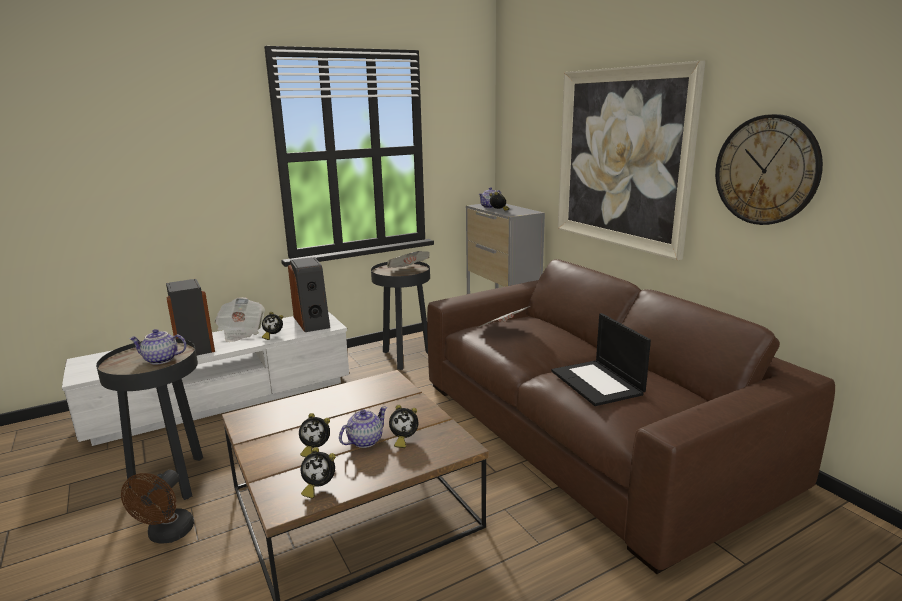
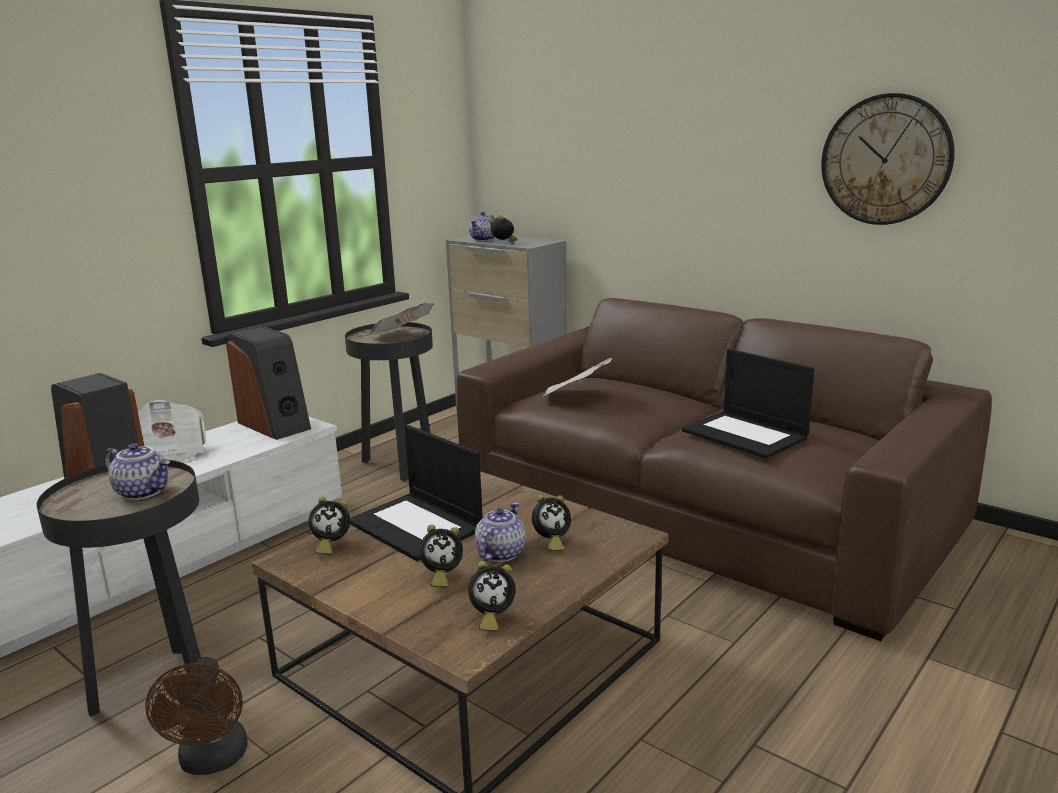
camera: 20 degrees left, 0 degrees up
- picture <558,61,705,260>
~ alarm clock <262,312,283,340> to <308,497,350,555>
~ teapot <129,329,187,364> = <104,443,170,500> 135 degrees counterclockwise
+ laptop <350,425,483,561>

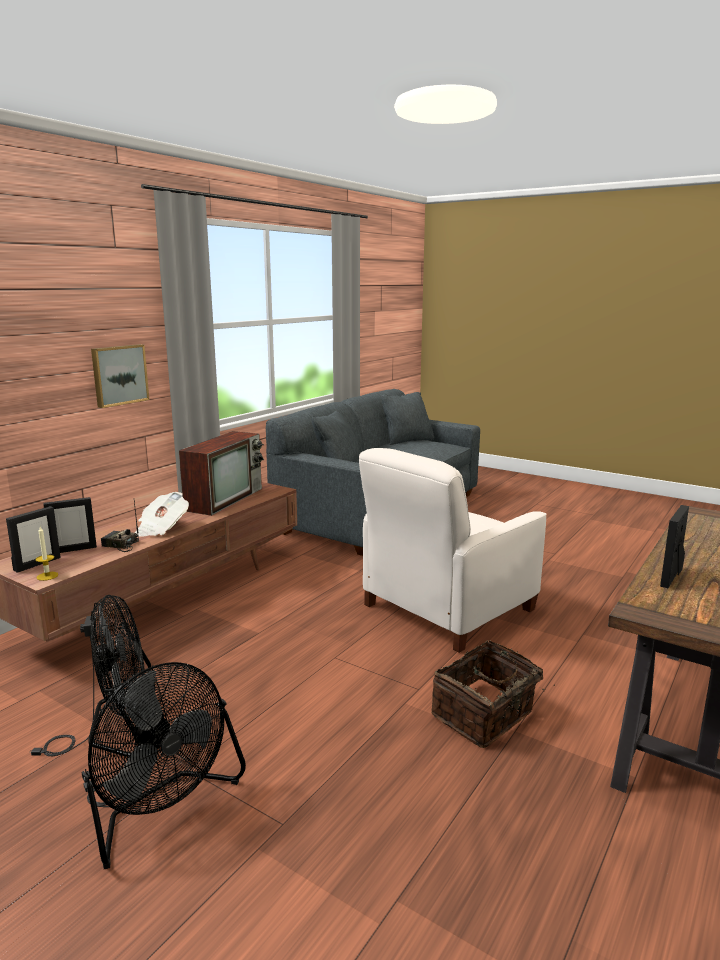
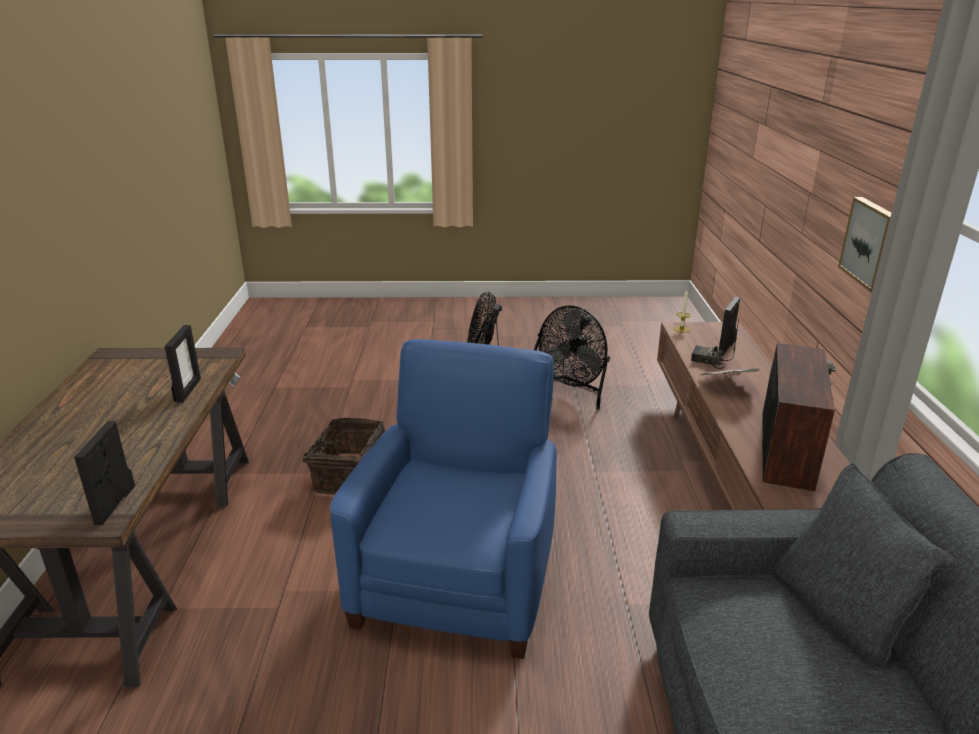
camera: 145 degrees right, 10 degrees up
~ television <179,431,264,516> = <762,343,836,491> 150 degrees counterclockwise
~ armchair (white) <359,448,547,653> to armchair (blue) <330,339,557,659>
~ radio <101,501,139,552> = <691,319,739,369> 135 degrees counterclockwise
~ picture frame <6,506,61,573> to <74,421,135,525>

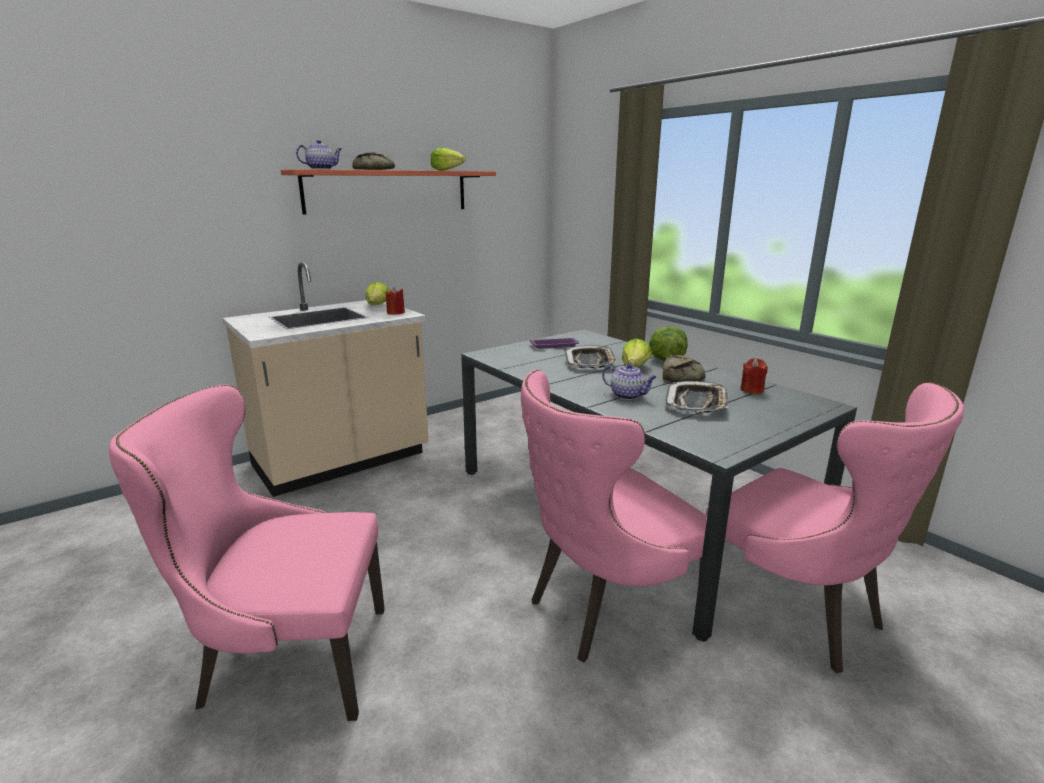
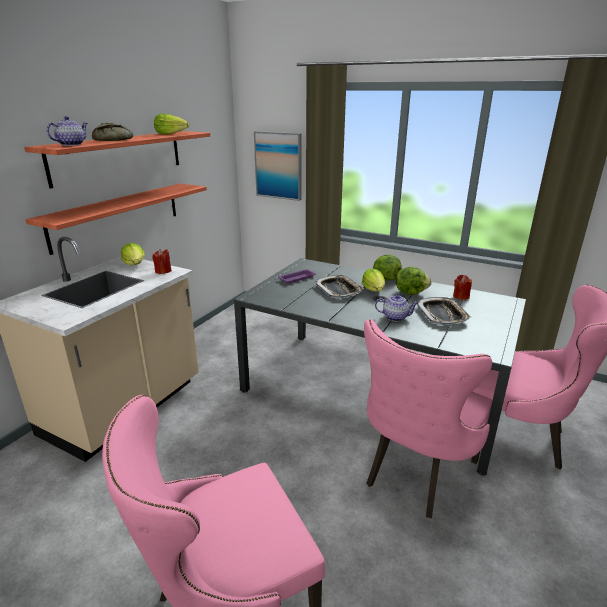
camera: 25 degrees left, 5 degrees up
~ bread <663,355,706,382> to lettuce <396,267,432,295>
+ picture <254,131,301,201>
+ shelf <25,184,207,255>

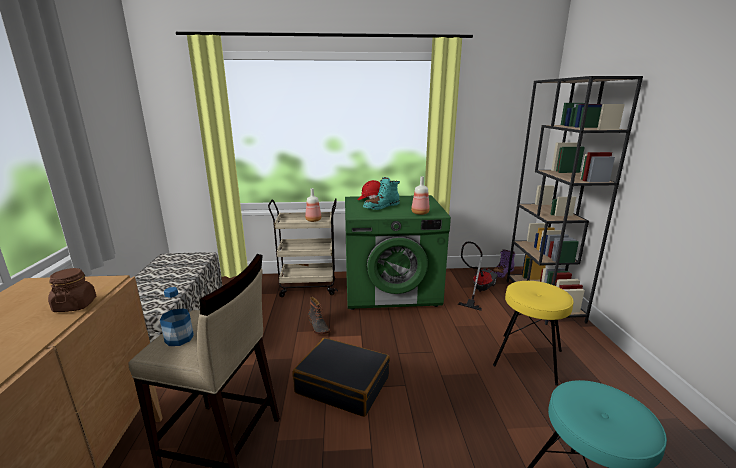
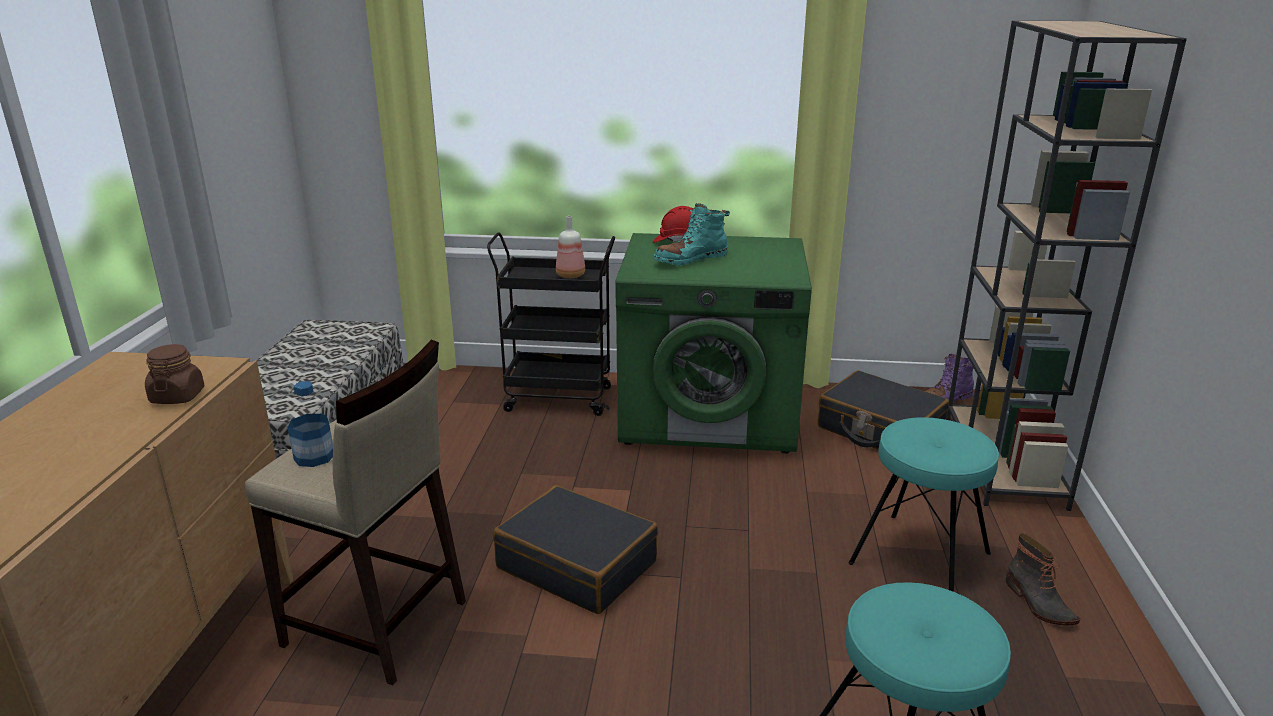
camera: 10 degrees right, 5 degrees up
- bottle <411,176,430,215>
~ cart (beige) <268,198,338,297> to cart (black) <487,232,615,416>
~ vacuum cleaner <458,241,498,311> to suitcase (black) <818,370,949,449>
~ stool (yellow) <493,281,574,386> to stool (turquoise) <849,417,999,592>
~ boot <308,297,330,334> to <1005,533,1080,626>

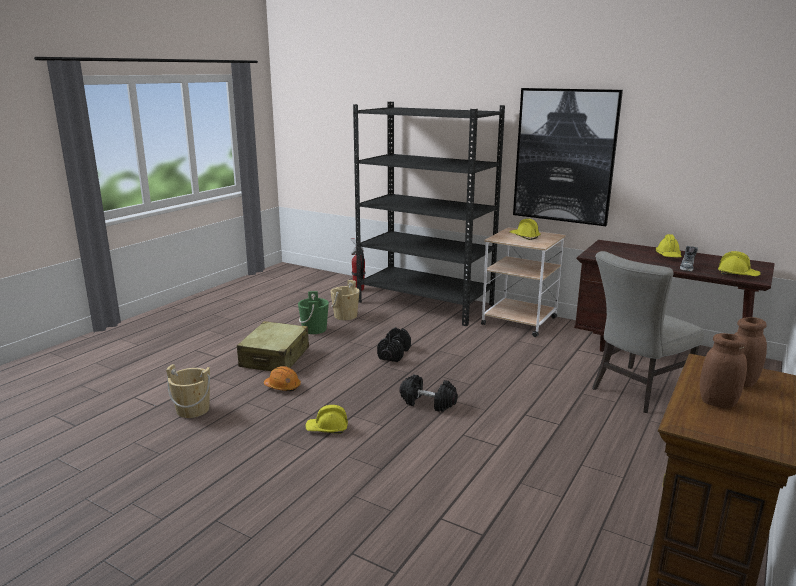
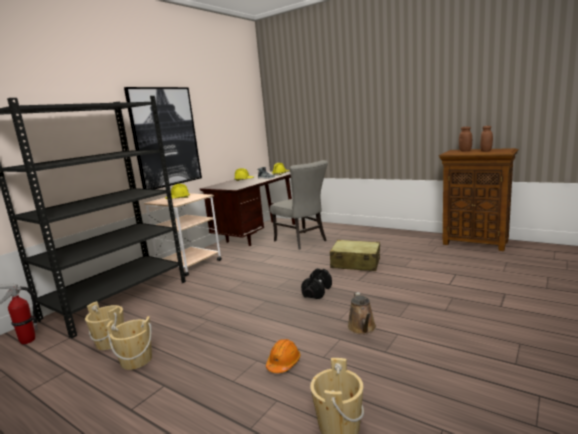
camera: 85 degrees left, 5 degrees down
~ bucket (green) <298,291,329,334> to bucket (beige) <106,316,152,370>
~ suitcase (beige) <237,321,309,371> to <330,240,380,271>
- dumbbell (black) <377,327,411,362>
~ hard hat (yellow) <305,405,348,434> to watering can (brown) <348,292,376,335>

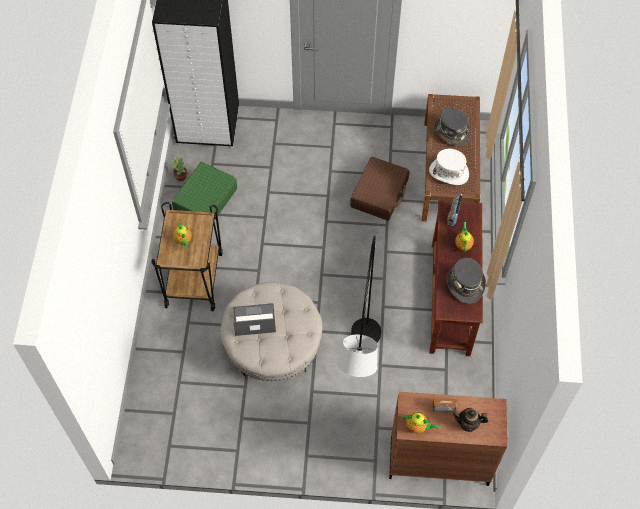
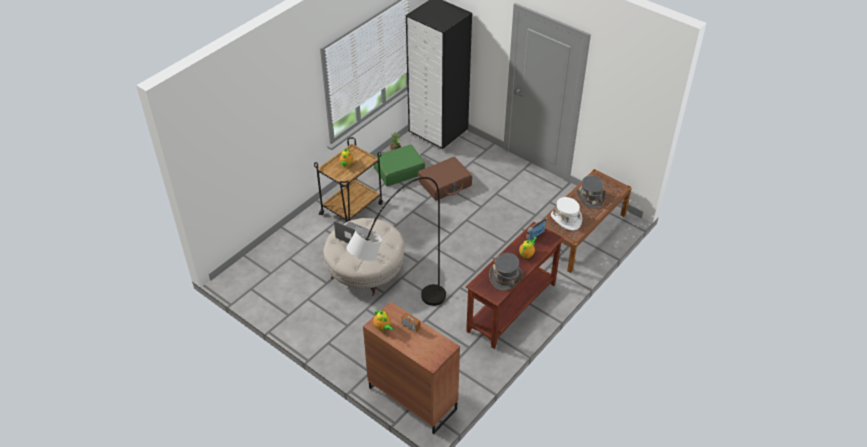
camera: 35 degrees right, 15 degrees down
~ suitcase (brown) <350,157,409,221> to <418,157,472,201>
- teapot <453,408,488,432>

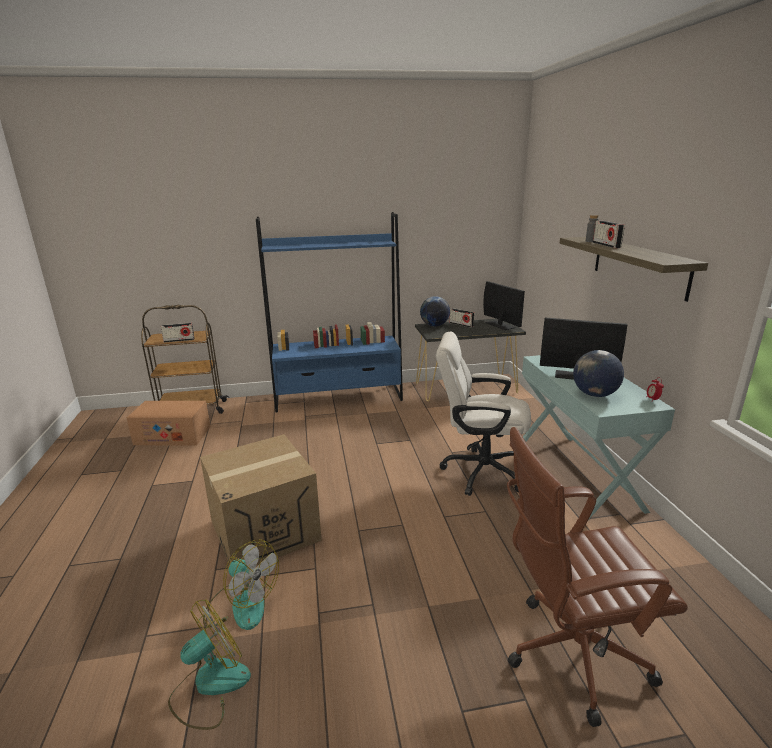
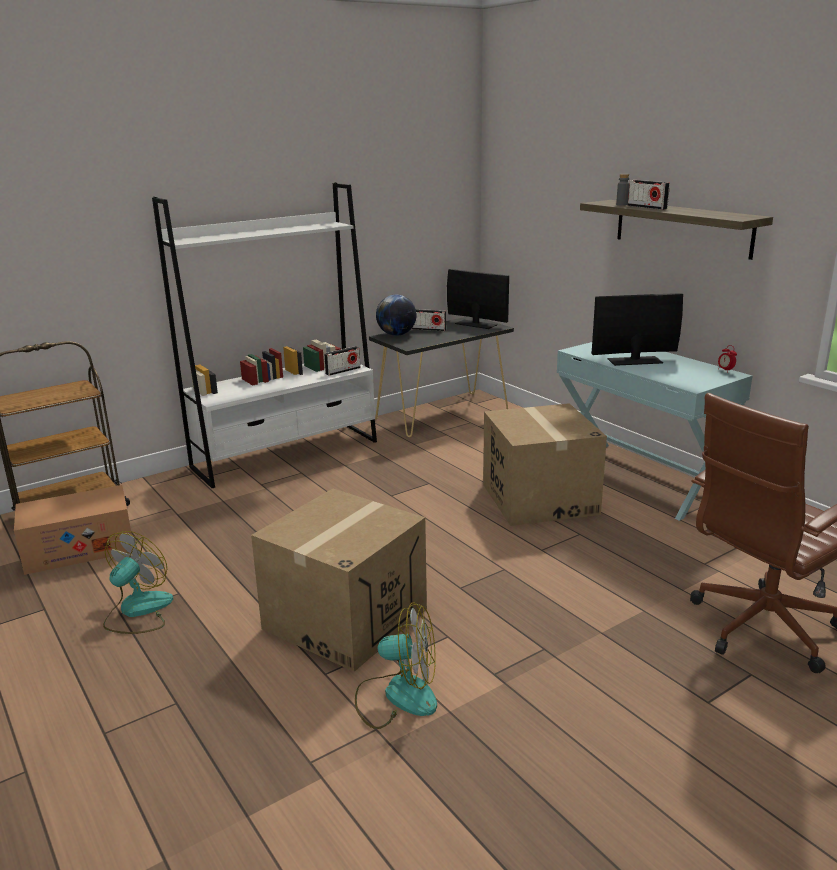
camera: 25 degrees left, 0 degrees up
~ bookcase (blue) <256,212,403,413> to bookcase (white) <152,182,377,488>
~ radio <161,323,195,343> to <324,346,360,376>
~ office chair (white) <436,332,531,496> to cardboard box <483,403,607,526>
- globe <573,350,624,397>
~ fan <168,599,251,730> to <103,531,174,634>

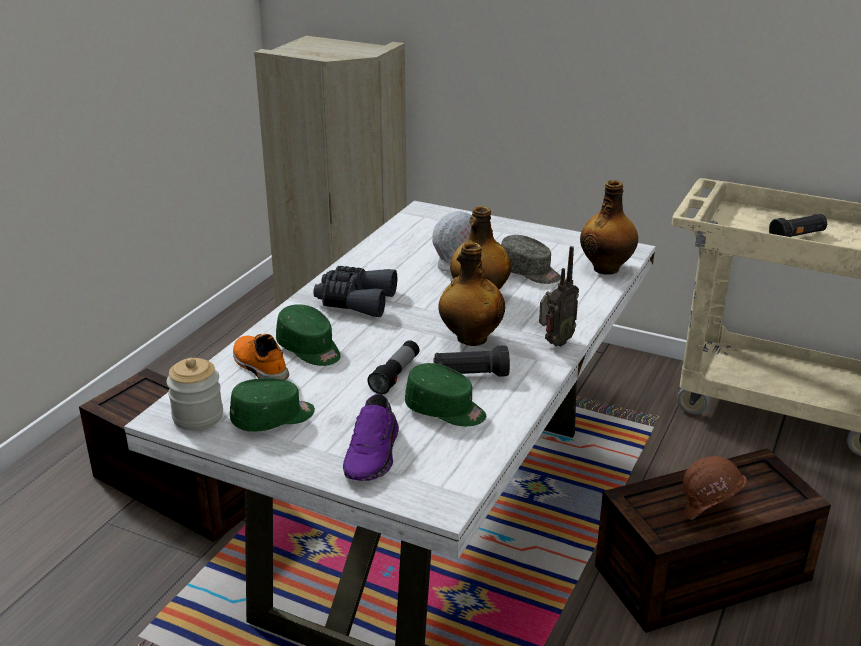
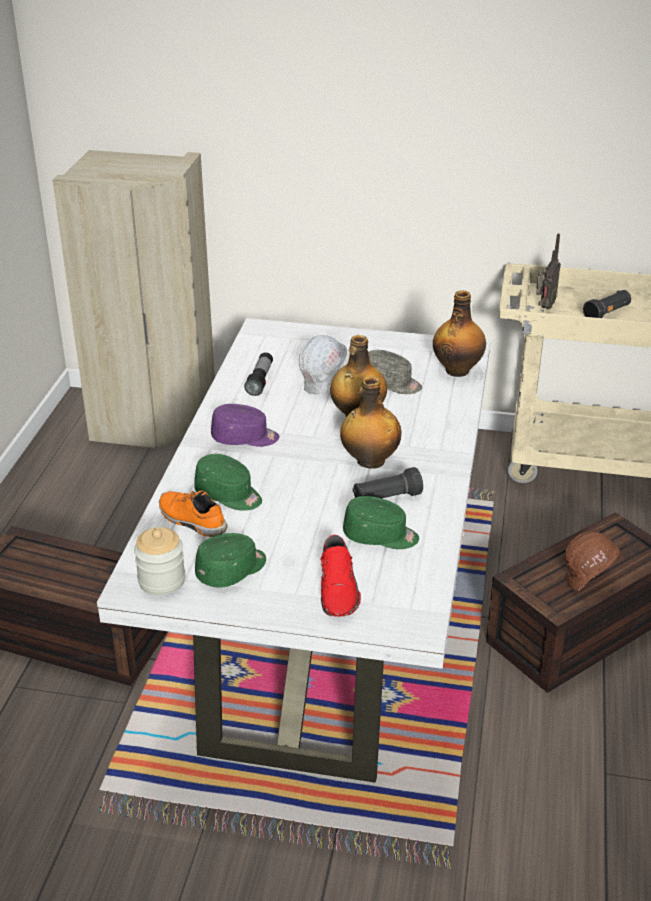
camera: 15 degrees left, 5 degrees up
~ radio <539,246,579,346> to <536,234,561,309>
~ binoculars (grey) <314,266,397,317> to cap (purple) <211,404,279,447>
~ flashlight <367,340,420,395> to <244,352,273,396>
~ shoe (purple) <343,394,399,481> to shoe (red) <320,535,361,617>

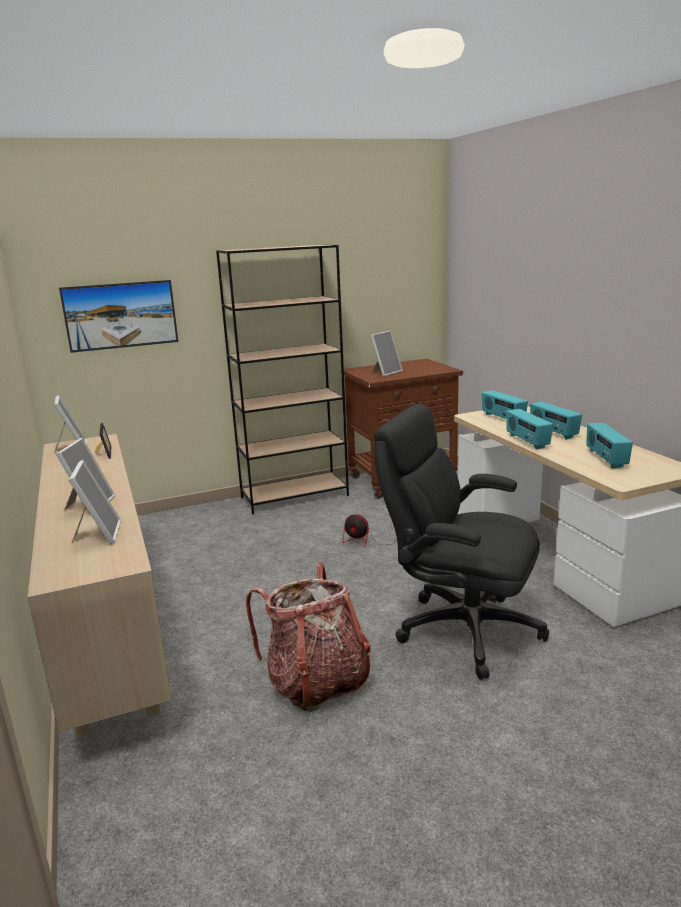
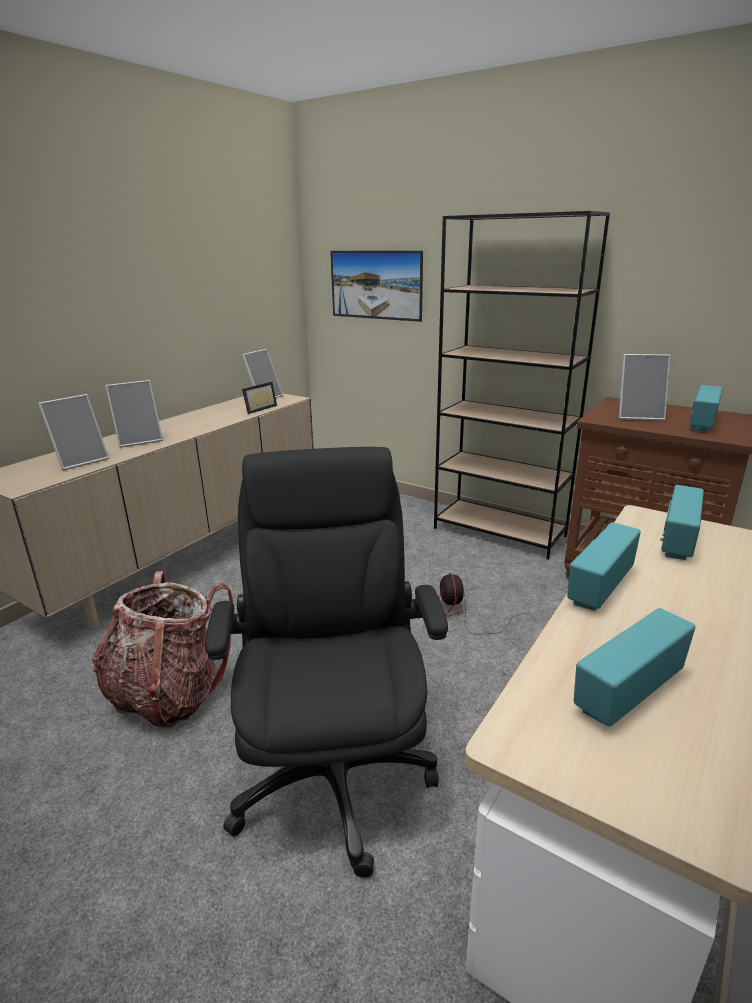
camera: 55 degrees right, 5 degrees up
~ radio <530,401,582,440> to <689,385,723,432>

